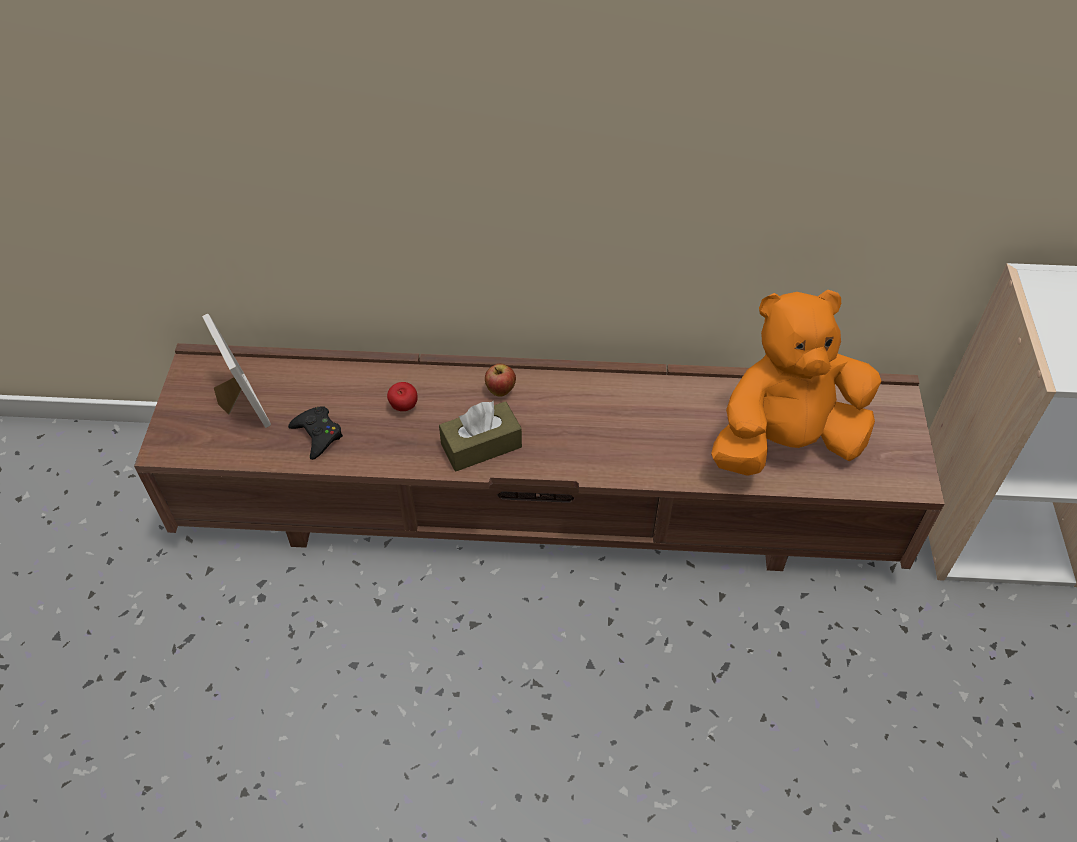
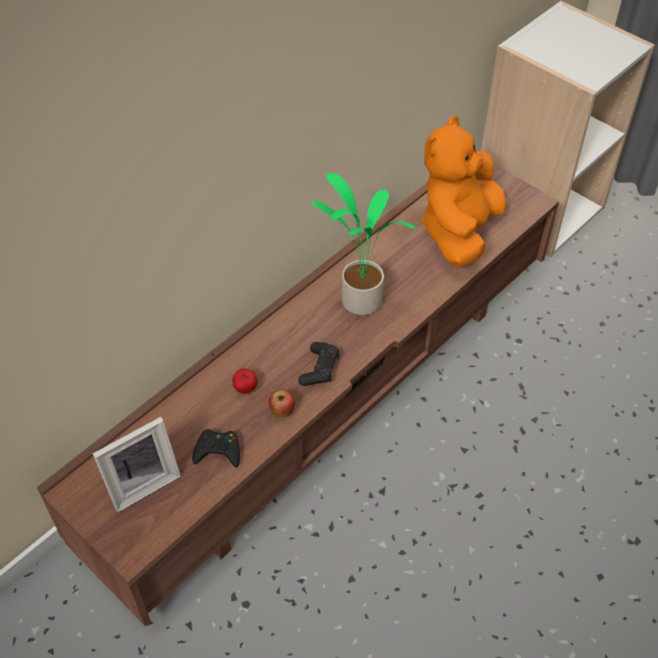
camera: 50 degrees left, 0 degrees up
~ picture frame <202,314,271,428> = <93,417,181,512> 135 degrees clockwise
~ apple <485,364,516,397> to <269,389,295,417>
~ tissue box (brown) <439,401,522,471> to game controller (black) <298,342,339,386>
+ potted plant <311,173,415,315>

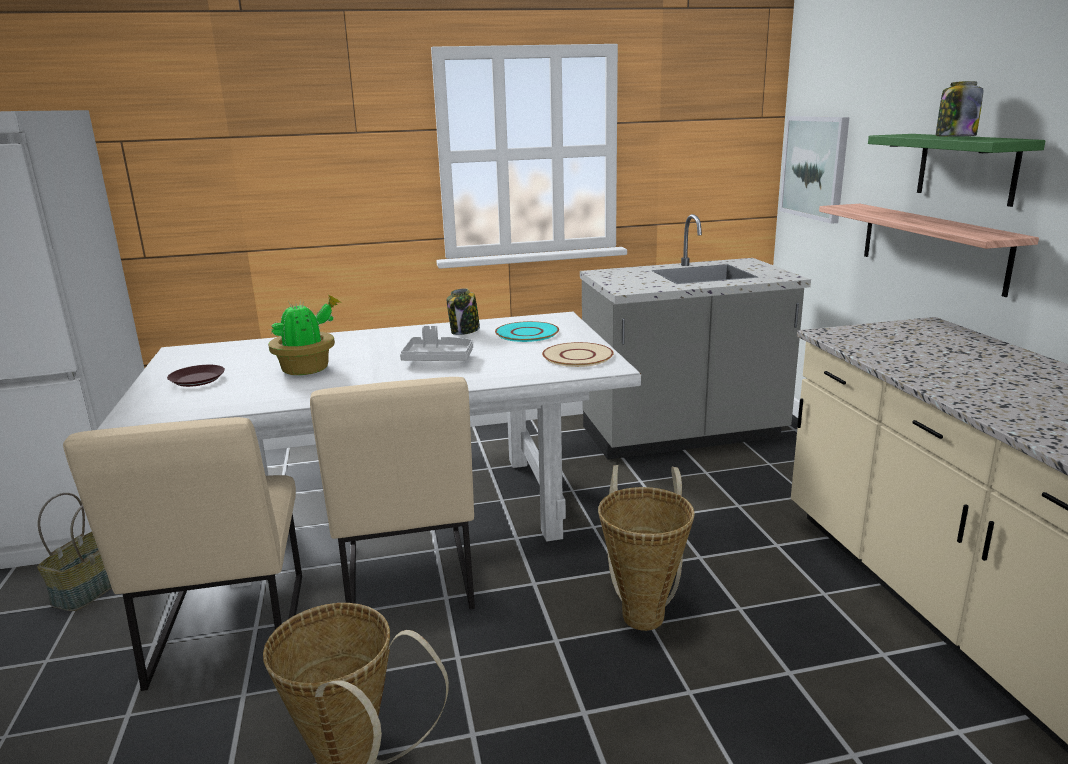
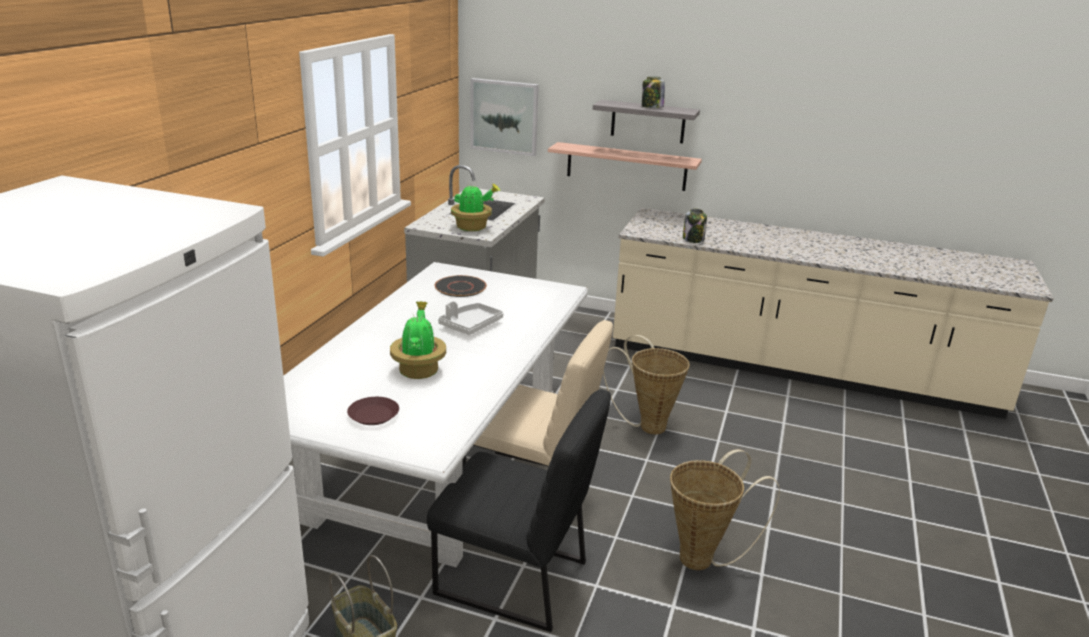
camera: 60 degrees left, 5 degrees up
~ shelf (green) <868,134,1046,207> to shelf (grey) <593,100,700,144>
~ jar <447,288,480,335> to <683,208,707,243>
~ plate (turquoise) <495,321,559,342> to plate (black) <435,275,487,297>
- plate (beige) <542,342,614,367>
~ chair (beige) <63,417,302,691> to chair (black) <427,389,611,632>
+ potted plant <451,184,500,231>

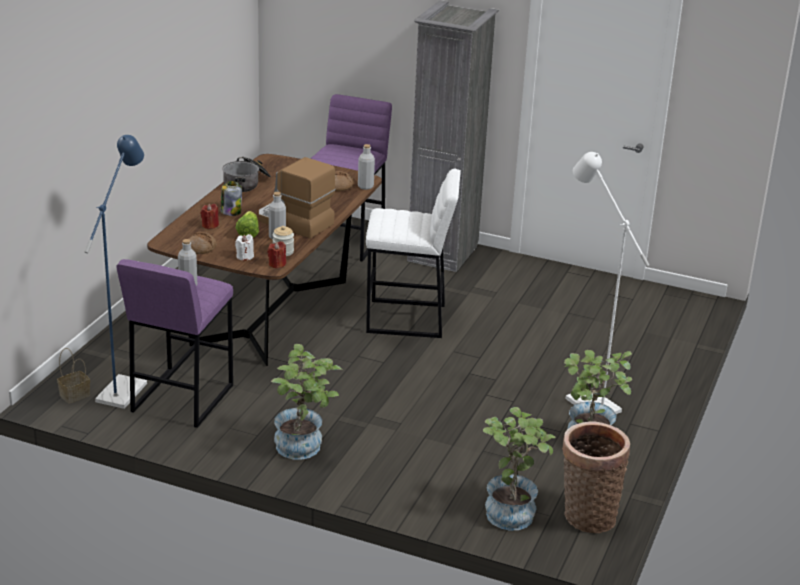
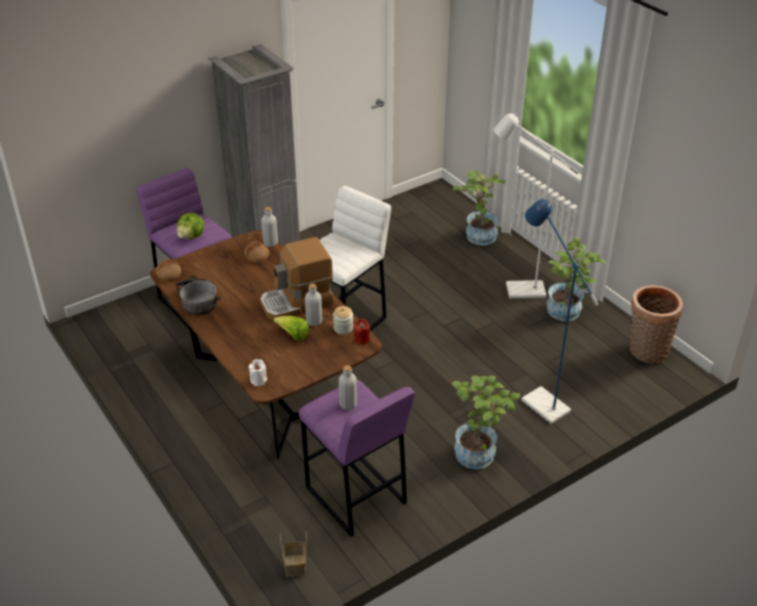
camera: 55 degrees left, 10 degrees up
~ floor lamp (blue) <85,135,147,409> to <521,199,599,424>
- jar <221,181,242,216>
- candle (red) <200,204,219,229>
~ bread <188,232,217,254> to <155,259,182,281>
~ candle (white) <235,234,254,261> to <249,359,267,386>
~ potted plant <483,407,556,531> to <453,171,506,245>
+ lettuce <177,213,204,239>

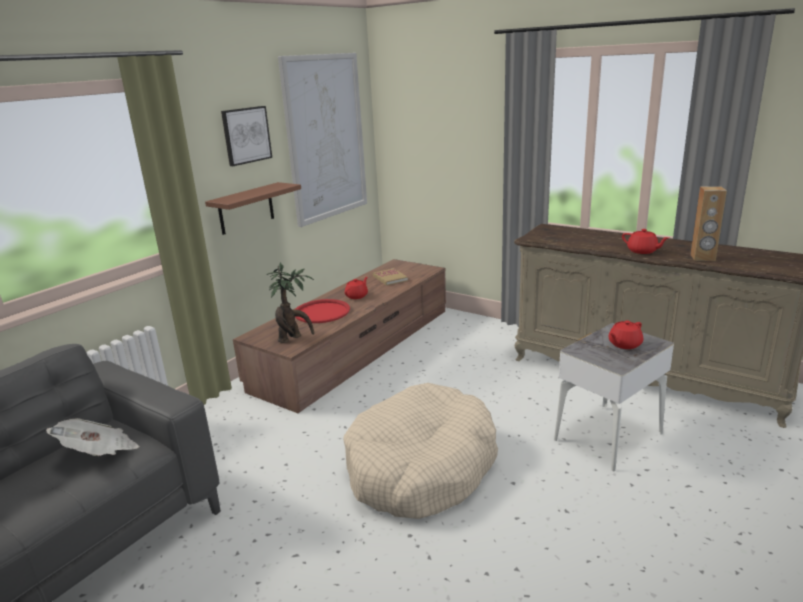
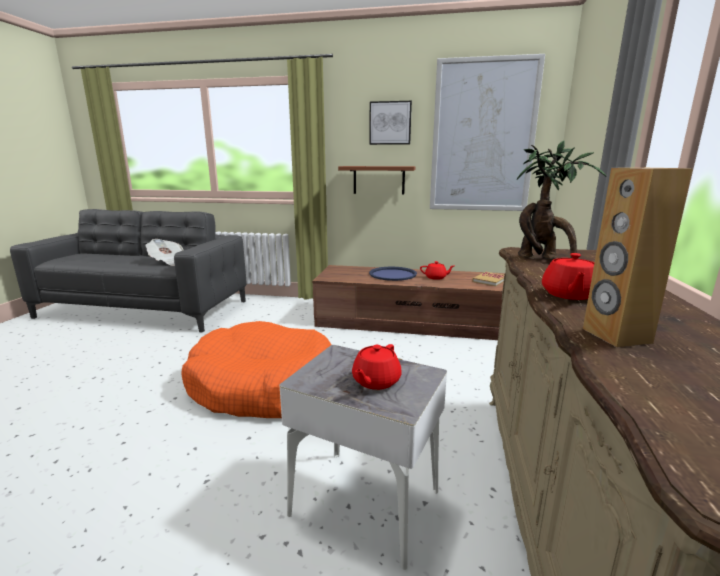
camera: 65 degrees right, 5 degrees down
~ potted plant <267,262,314,343> to <517,140,607,259>
~ tray (red) <295,299,350,323> to tray (blue) <369,267,417,281>
~ teapot (red) <609,320,643,349> = <352,344,401,390> 90 degrees counterclockwise
~ dog bed (beige) <343,383,498,519> to dog bed (orange) <181,321,331,418>

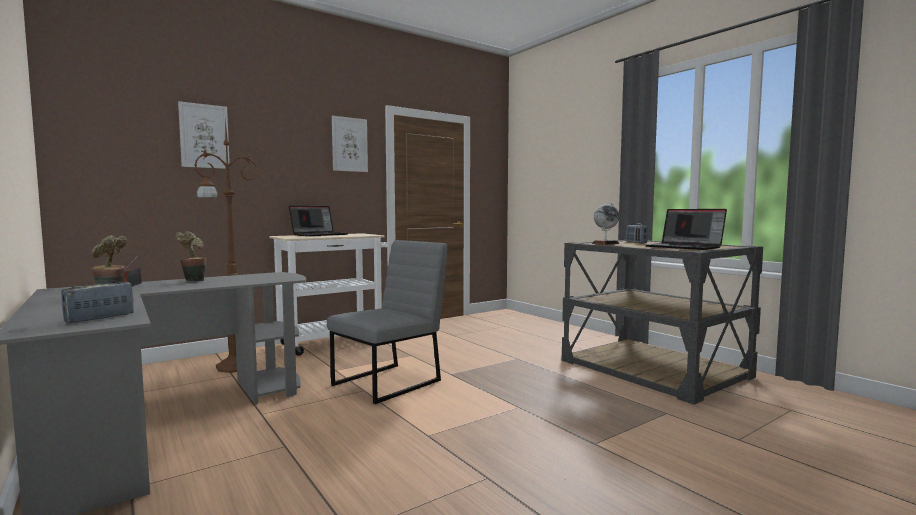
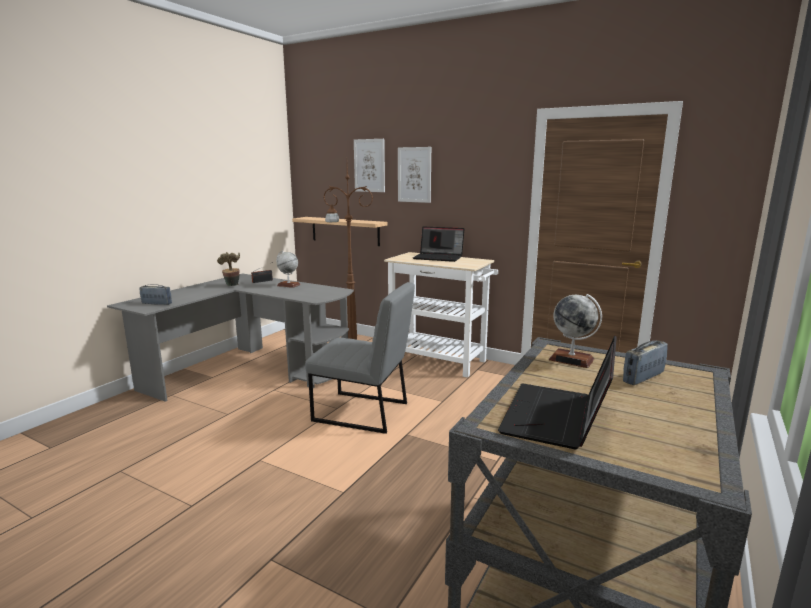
camera: 65 degrees right, 10 degrees up
~ picture <332,116,368,172> to <398,147,431,203>
~ potted plant <176,231,207,282> to globe <276,251,301,288>
+ shelf <292,217,388,246>

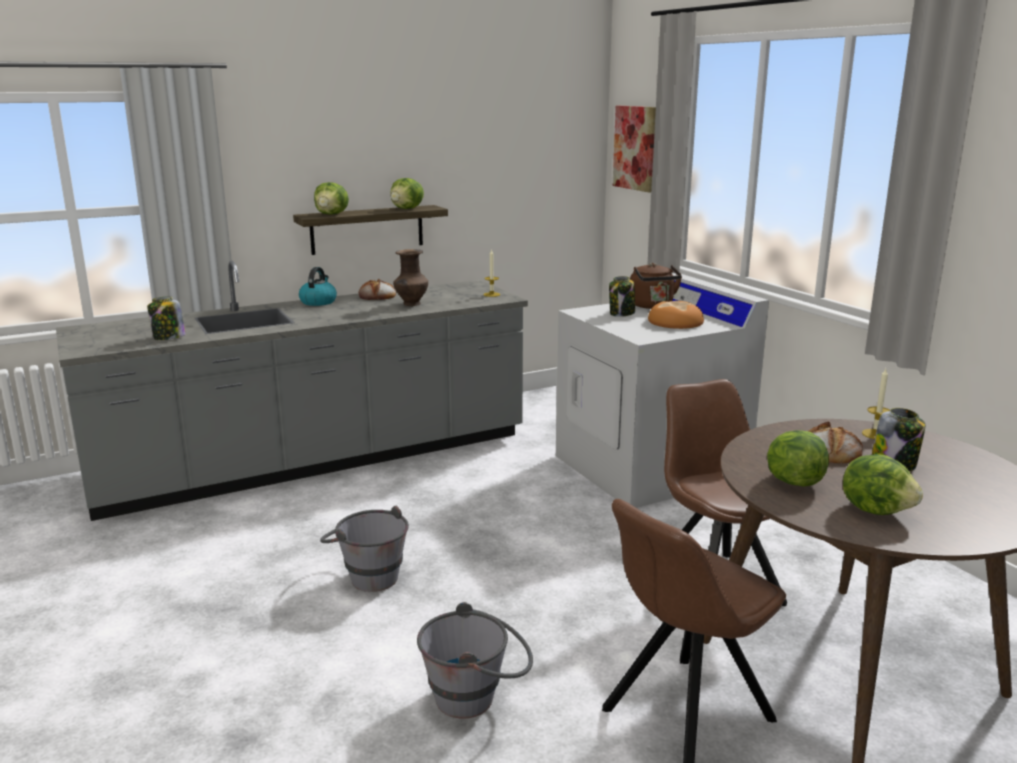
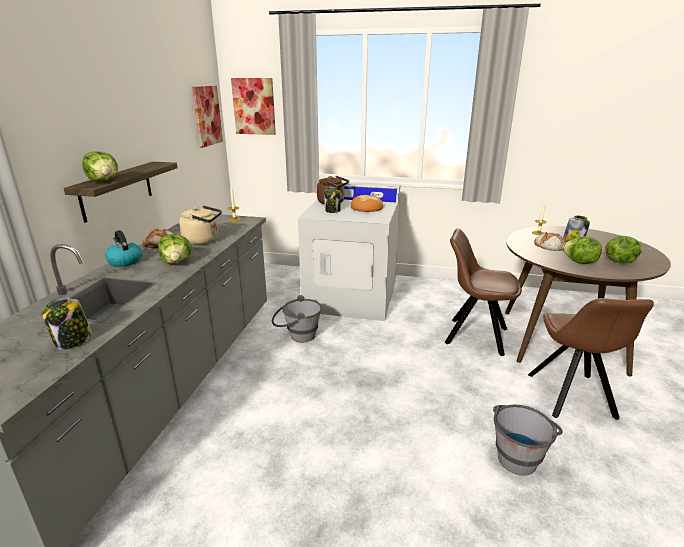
camera: 50 degrees left, 5 degrees up
~ lettuce <390,178,424,209> to <158,234,192,264>
~ vase (brown) <393,249,428,306> to kettle (beige) <179,206,222,245>
~ bucket (grey) <320,506,409,592> to <272,295,322,343>
+ picture <192,86,223,148>

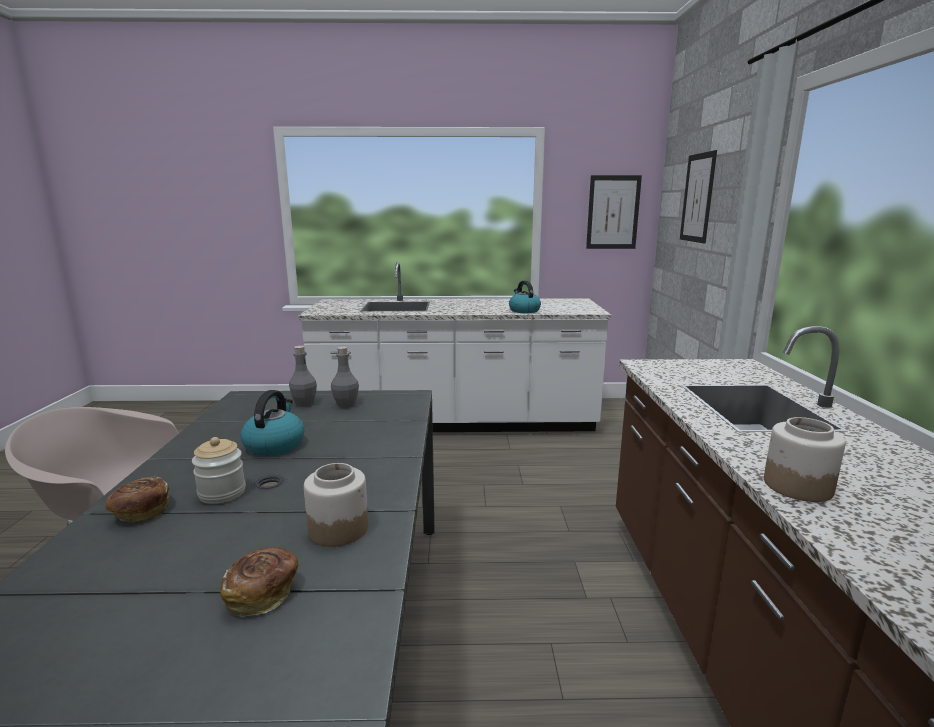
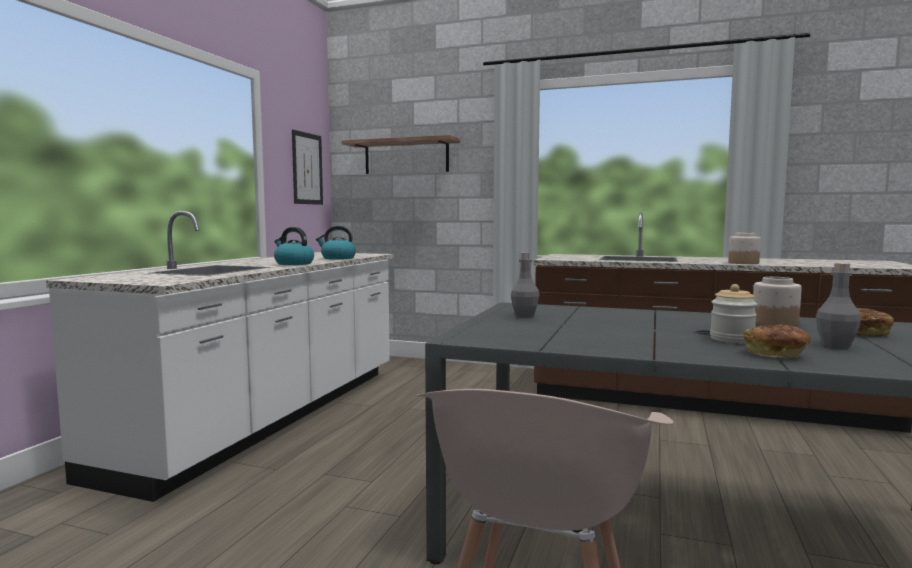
camera: 70 degrees left, 10 degrees down
~ picture <680,150,717,243> to shelf <341,135,460,174>
~ bottle (grey) <289,346,317,407> to <816,263,861,348>
~ kettle <240,390,305,456> to <274,227,314,265>

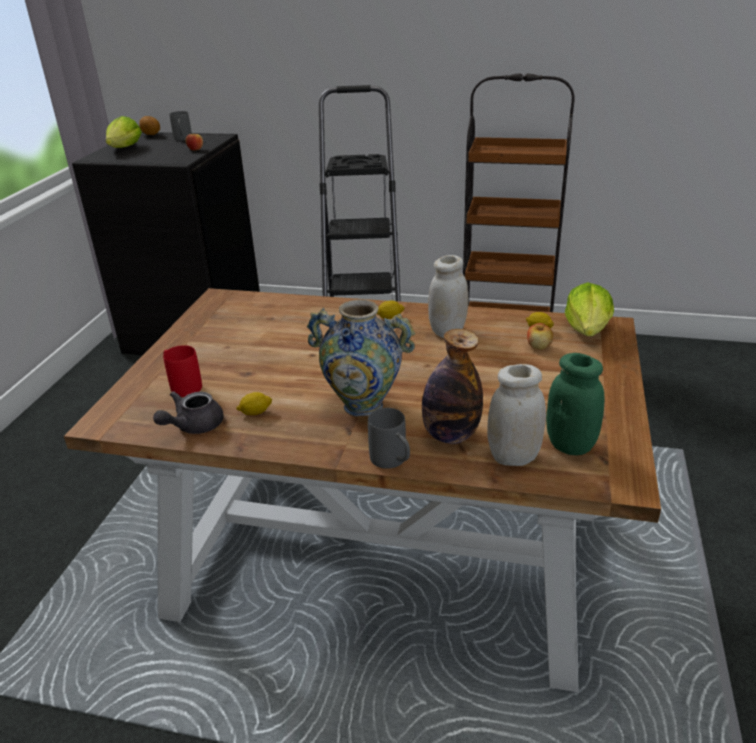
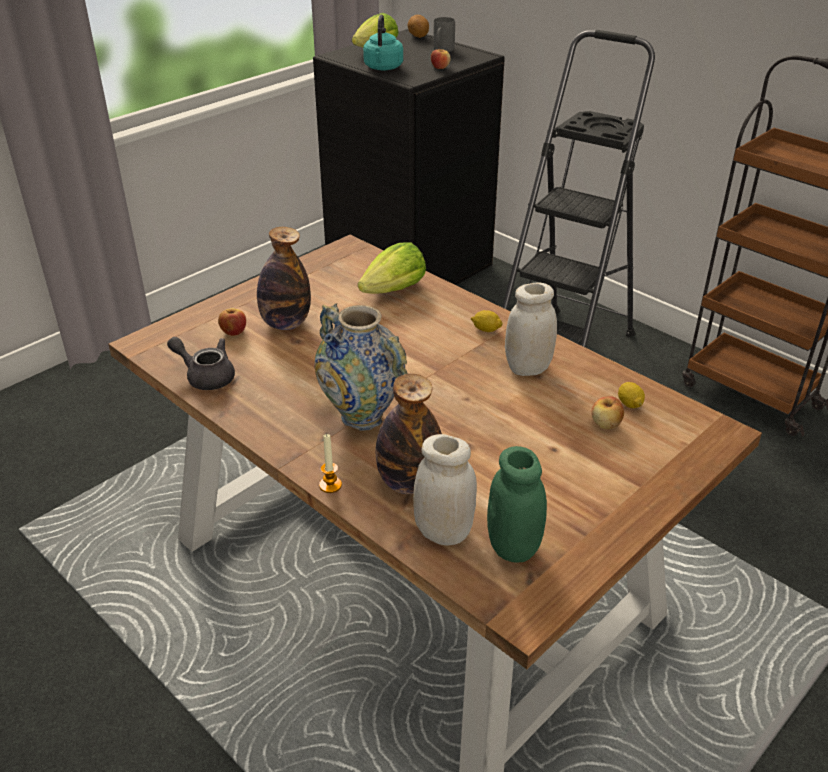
camera: 30 degrees right, 5 degrees up
~ lettuce <565,282,614,336> to <358,242,426,294>
~ mug (red) <163,345,202,397> to apple <218,308,246,336>
~ teapot (grey) <153,391,224,434> = <167,337,235,390> 45 degrees clockwise
- lemon <236,392,273,415>
~ mug (grey) <368,408,410,469> to candle <319,434,342,493>
+ kettle (turquoise) <363,15,403,70>
+ bottle <257,227,311,330>

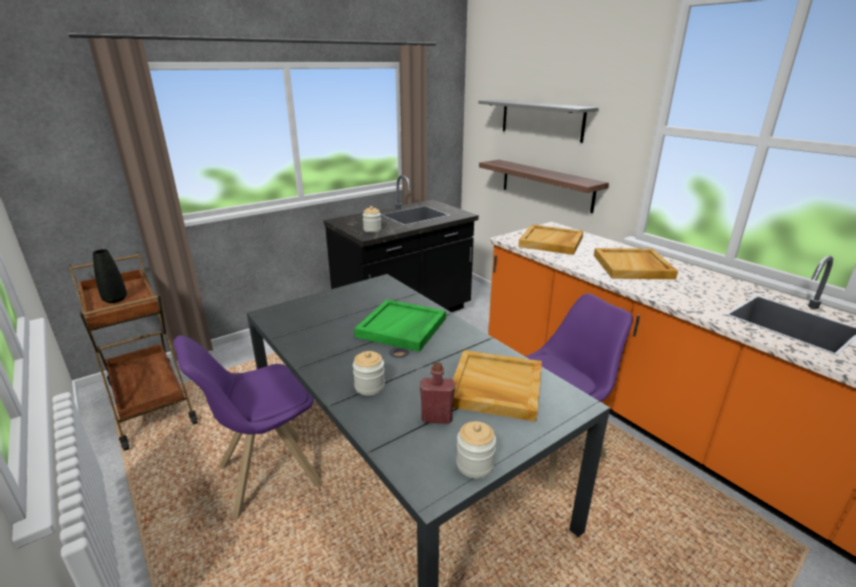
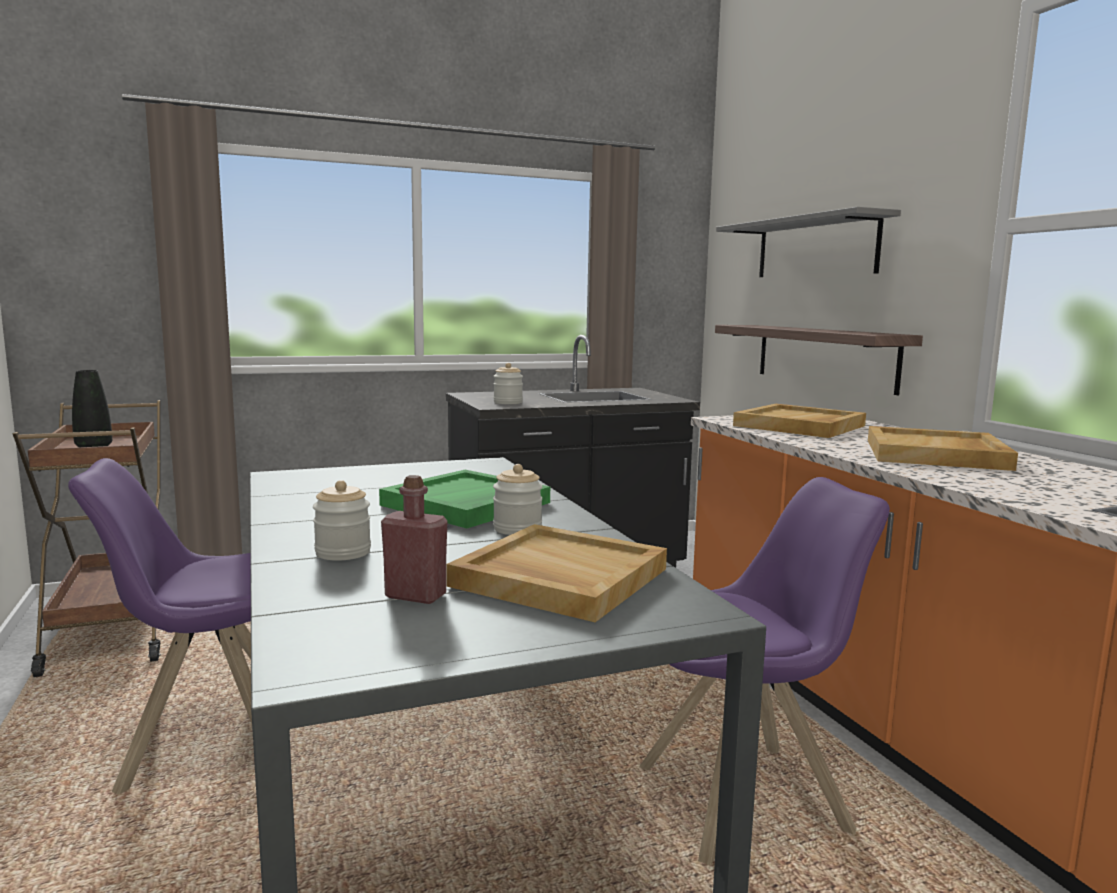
camera: 15 degrees right, 15 degrees down
~ jar <456,421,496,478> to <493,464,543,535>

